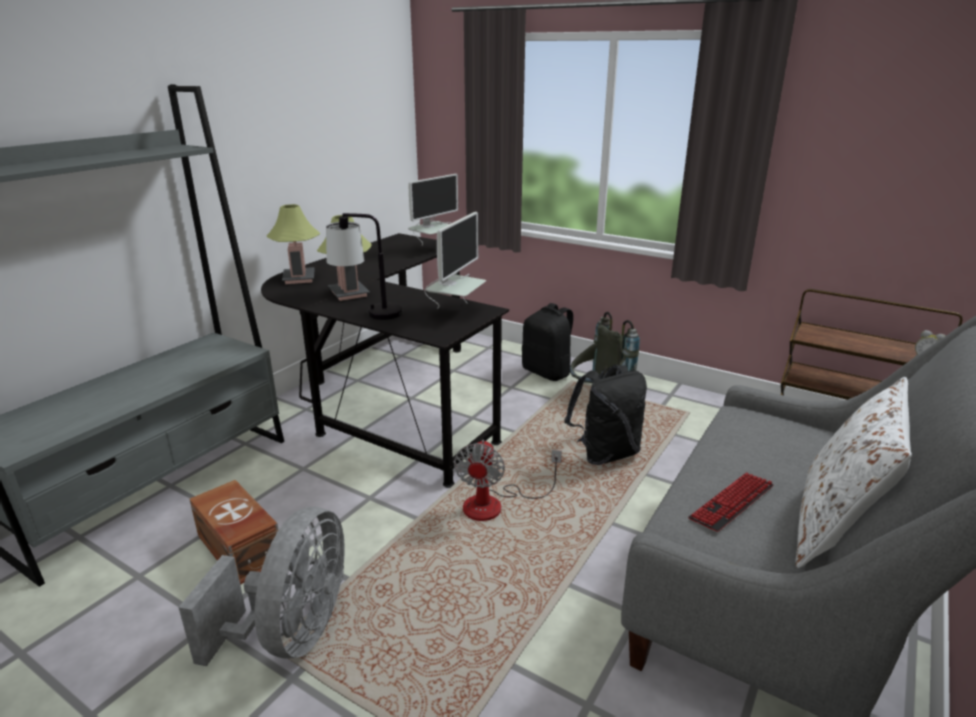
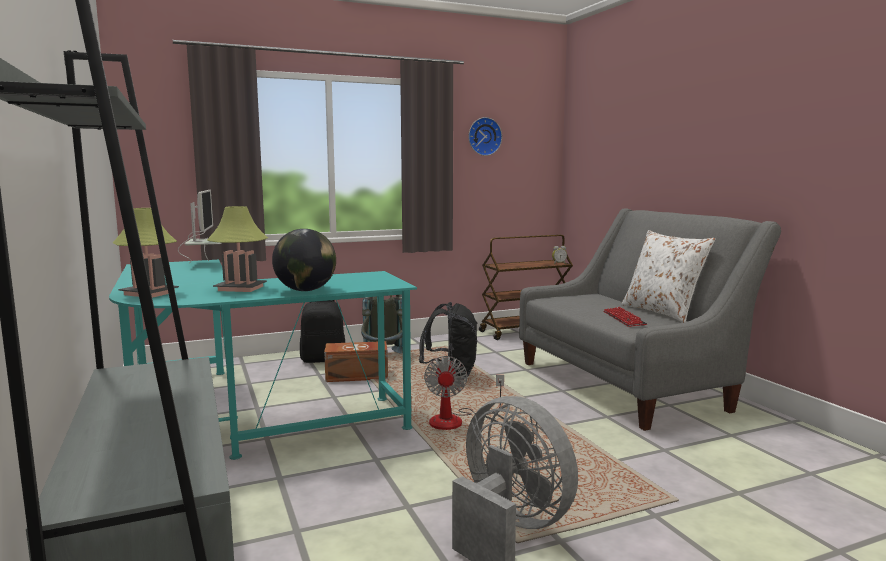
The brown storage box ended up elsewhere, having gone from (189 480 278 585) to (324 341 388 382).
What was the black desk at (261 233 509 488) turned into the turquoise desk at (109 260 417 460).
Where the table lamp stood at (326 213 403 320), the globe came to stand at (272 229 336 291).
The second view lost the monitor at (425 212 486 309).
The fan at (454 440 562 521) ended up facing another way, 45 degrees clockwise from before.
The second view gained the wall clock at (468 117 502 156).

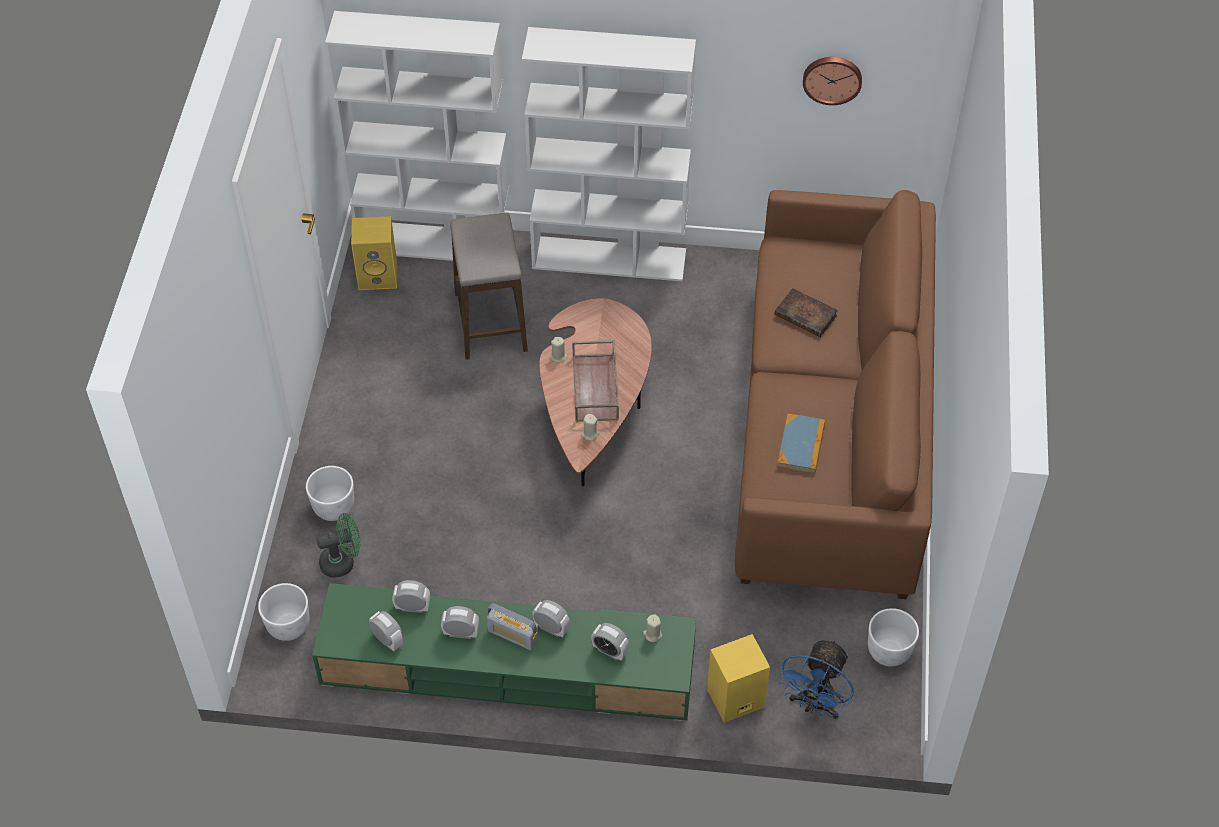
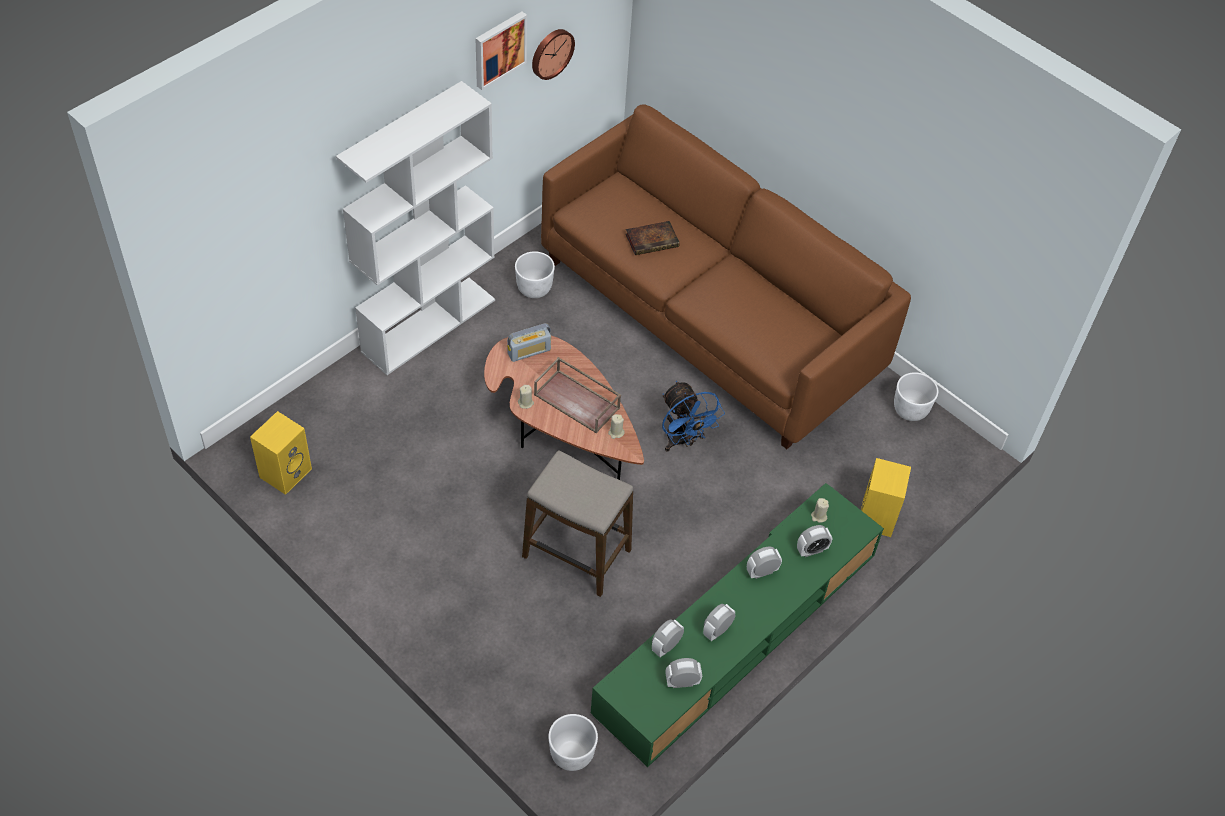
The white planter ended up elsewhere, having gone from (306 466 354 521) to (515 251 555 298).
The second view lost the green fan at (316 513 361 578).
The second view lost the white bookcase at (325 11 509 261).
The stool ended up elsewhere, having gone from (450 213 528 360) to (522 450 633 597).
The radio ended up elsewhere, having gone from (487 603 539 651) to (507 323 551 362).
The second view lost the book at (777 414 825 474).
The blue fan ended up elsewhere, having gone from (777 639 854 719) to (662 381 725 452).
The second view gained the picture at (476 11 527 90).

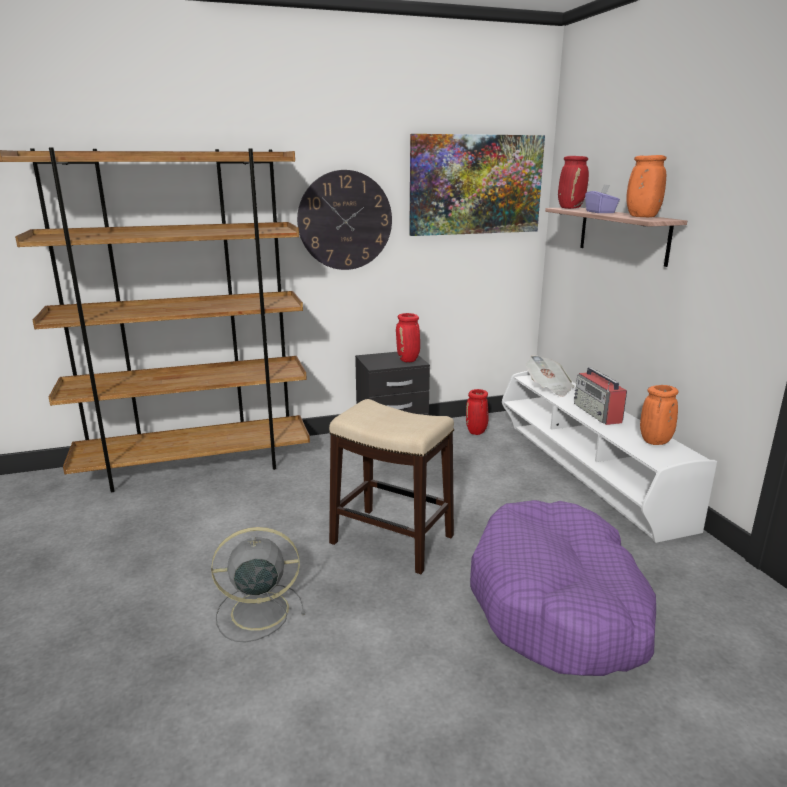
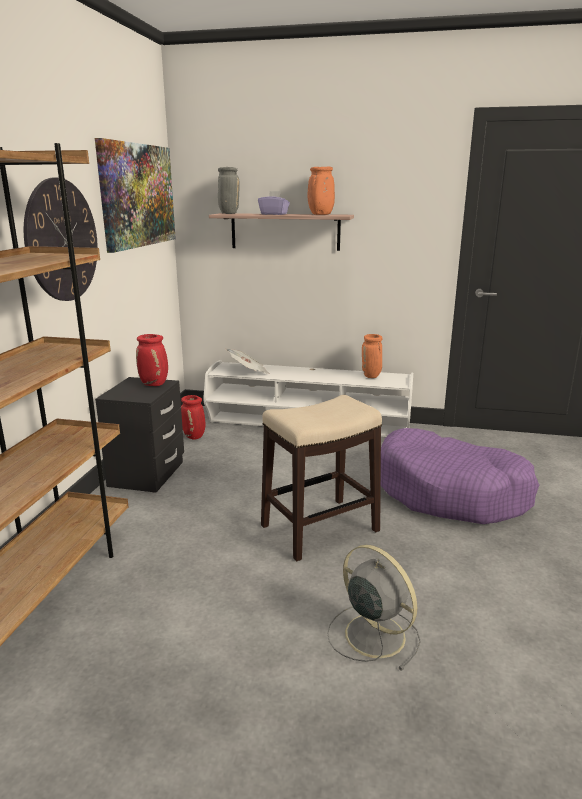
The grey fan at (211 527 305 643) ended up facing another way, 120 degrees clockwise from before.
What was the red vase at (558 156 589 209) turned into the grey vase at (218 167 240 214).
The second view lost the radio at (574 367 627 425).

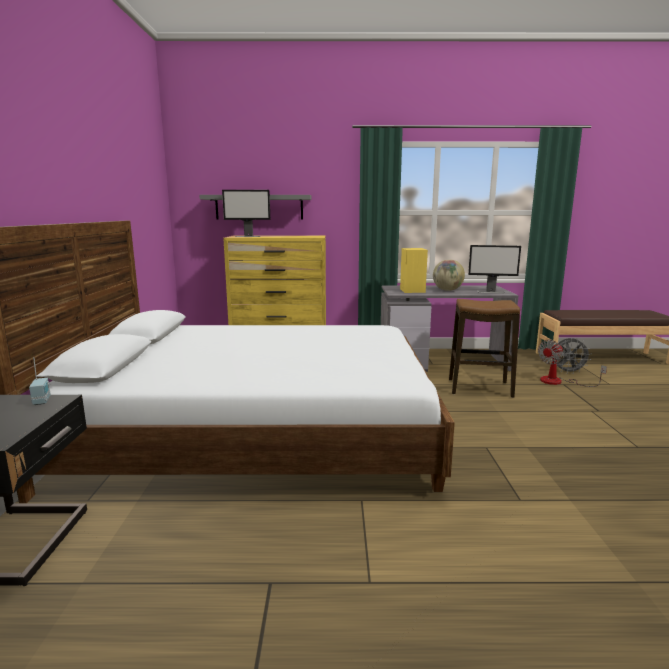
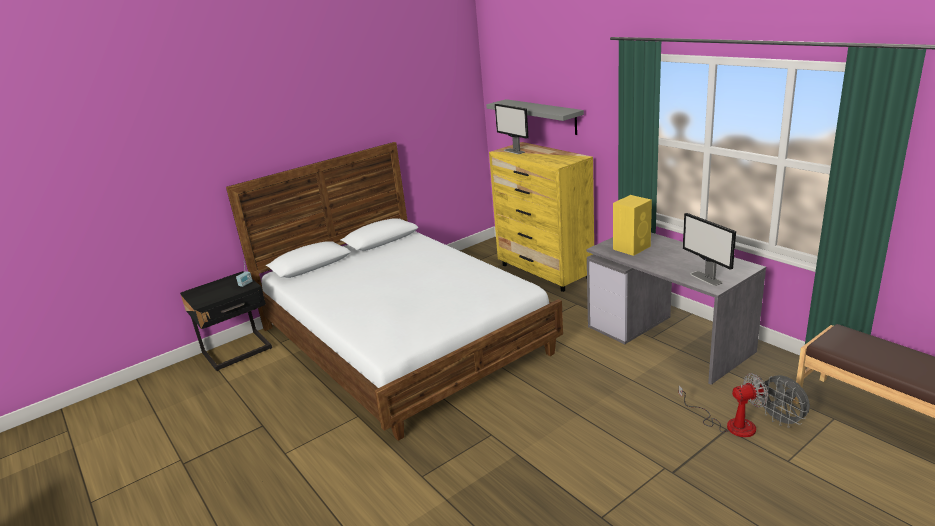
The second view lost the globe at (433 259 465 291).
The second view lost the stool at (449 299 520 398).
The fan at (538 340 607 387) ended up facing another way, 150 degrees clockwise from before.

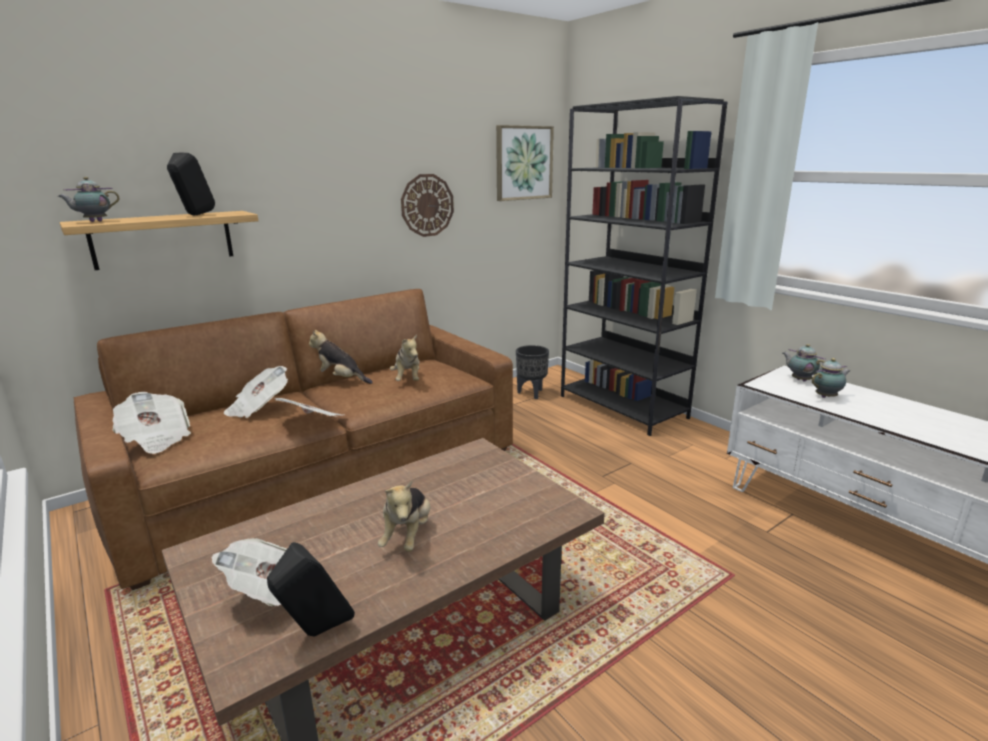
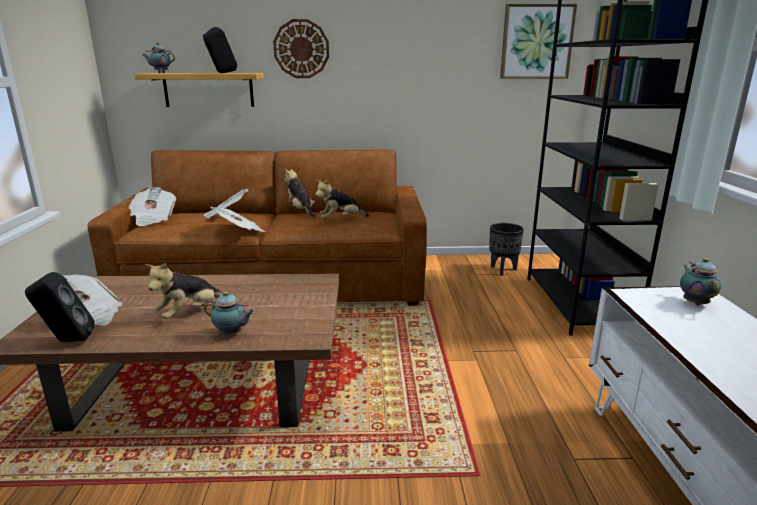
The plush toy at (390 334 420 381) ended up facing another way, 45 degrees clockwise from before.
The wall clock ended up elsewhere, having gone from (401 174 454 237) to (273 19 329 78).
The teapot ended up elsewhere, having gone from (812 358 850 398) to (204 291 255 335).

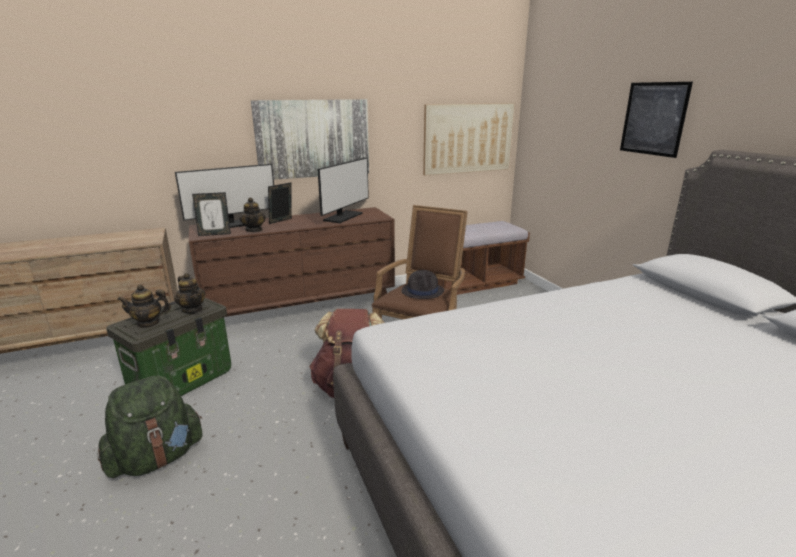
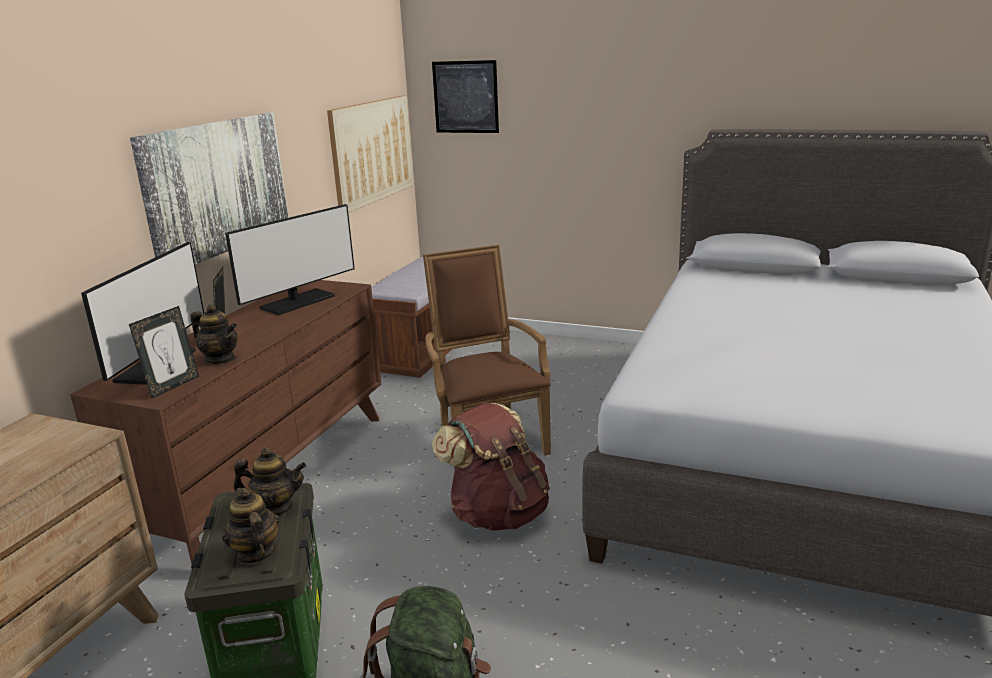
The teapot at (117 285 171 328) ended up facing another way, 120 degrees clockwise from before.
The monitor at (317 157 369 223) ended up facing another way, 60 degrees clockwise from before.
The second view lost the black hat at (401 270 444 299).
The picture ended up elsewhere, having gone from (620 82 693 158) to (432 60 499 133).

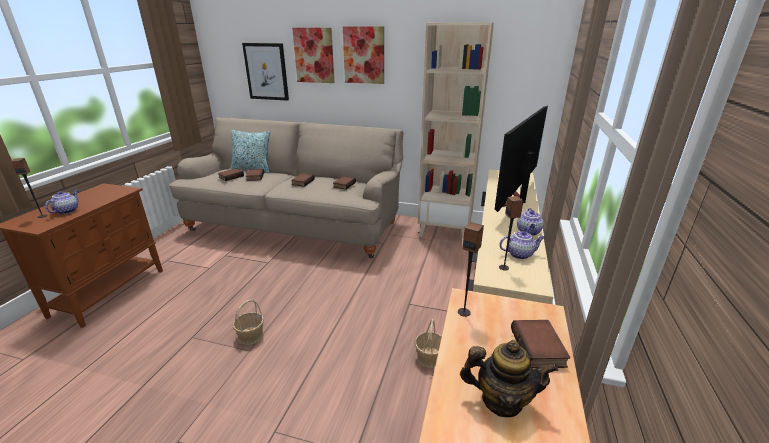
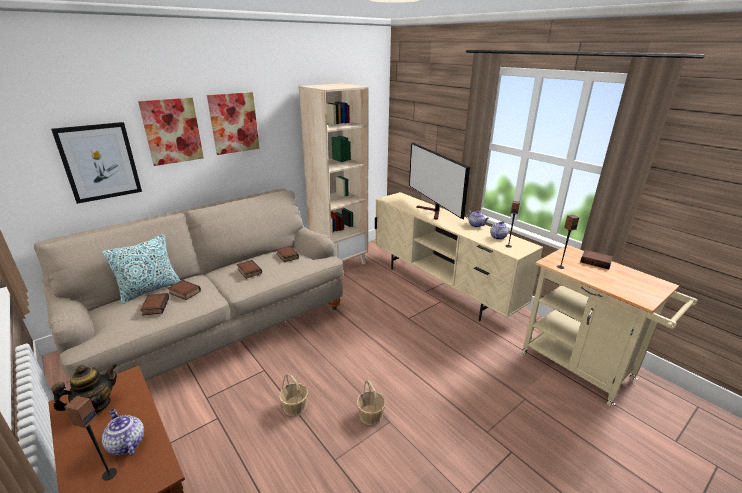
The basket ended up elsewhere, having gone from (415 319 442 368) to (279 373 308 416).
The teapot ended up elsewhere, having gone from (460 340 558 417) to (52 363 118 414).

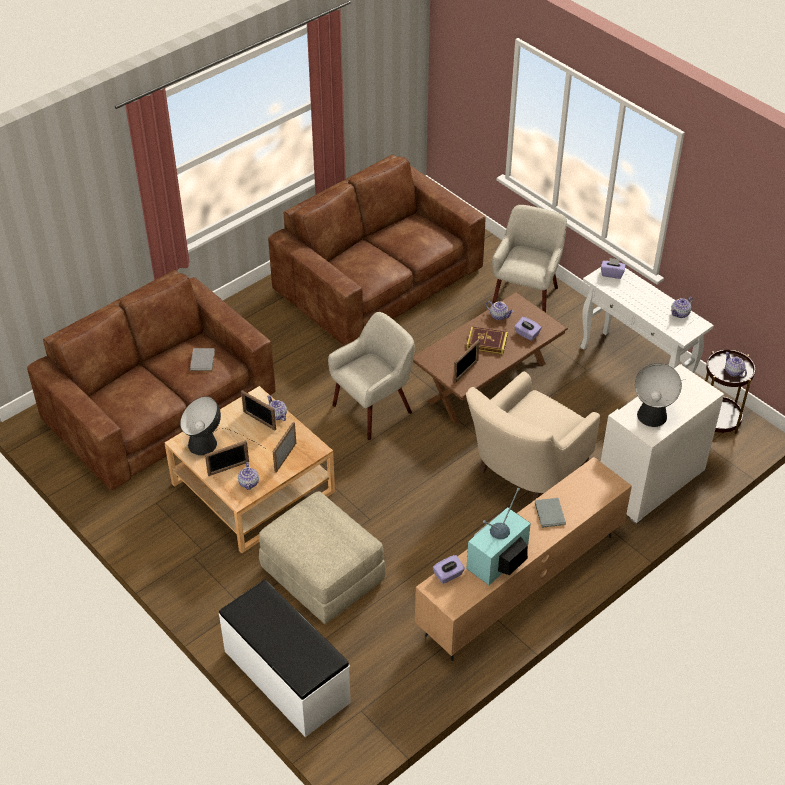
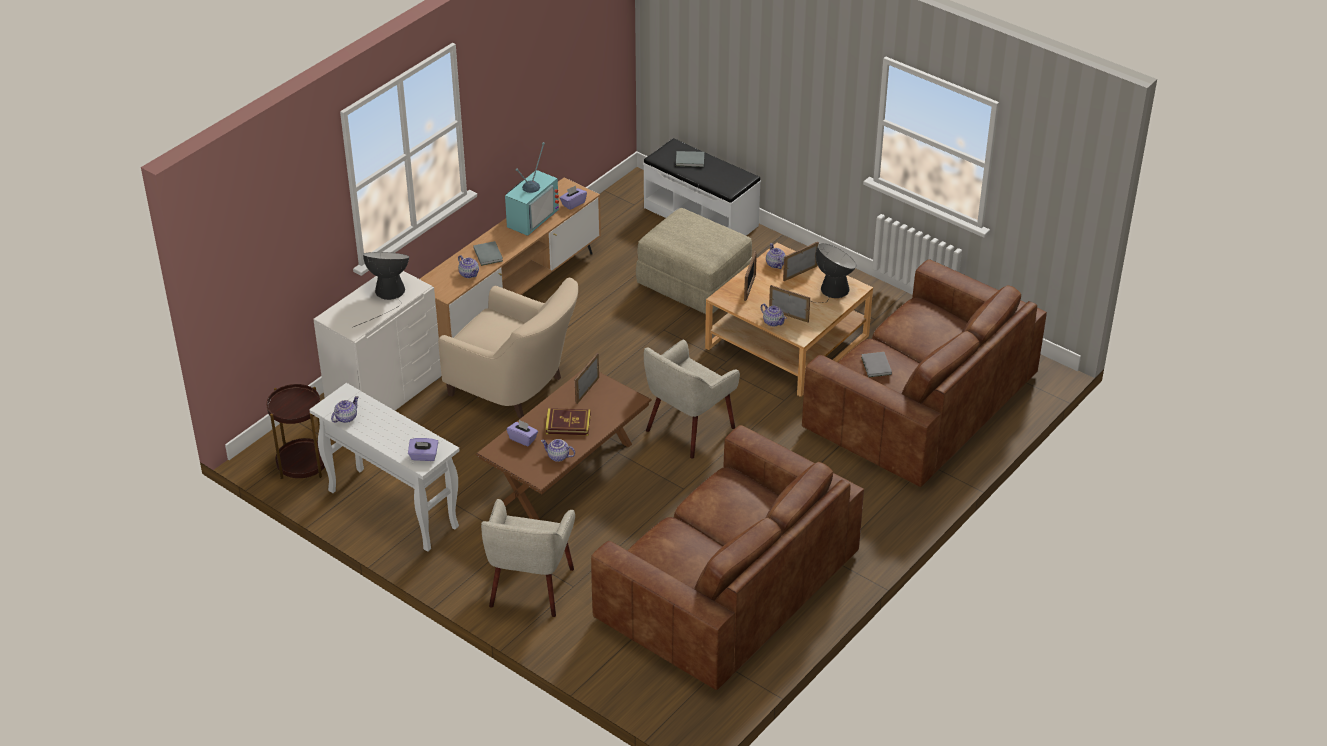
The beige armchair at (466 371 600 502) ended up facing another way, 90 degrees clockwise from before.
The teapot ended up elsewhere, having gone from (725 352 747 378) to (458 255 479 278).
The second view gained the grey book at (676 151 704 167).

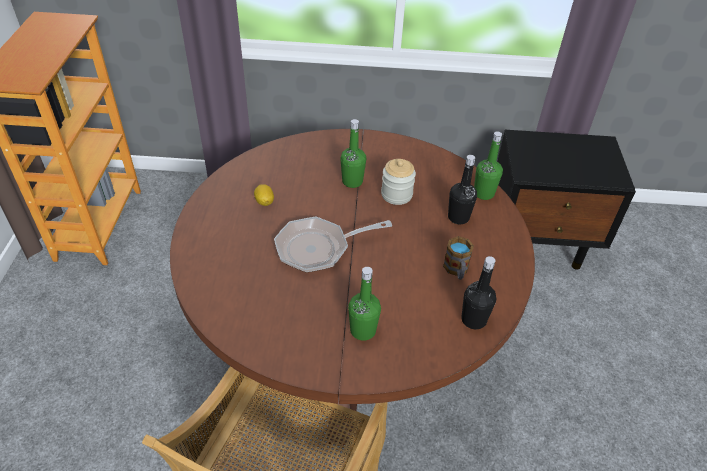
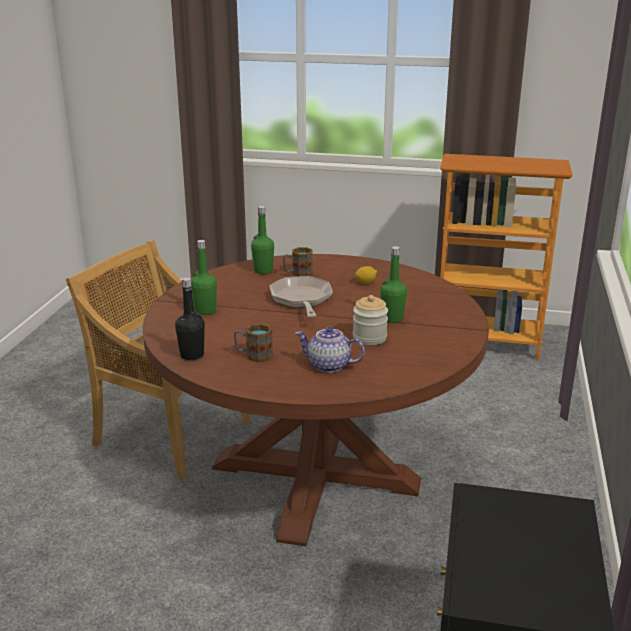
Where the black bottle stood at (448 155 477 225), the teapot came to stand at (295 327 365 373).
The green bottle ended up elsewhere, having gone from (474 131 503 200) to (251 206 274 274).
The second view gained the mug at (283 247 313 277).

